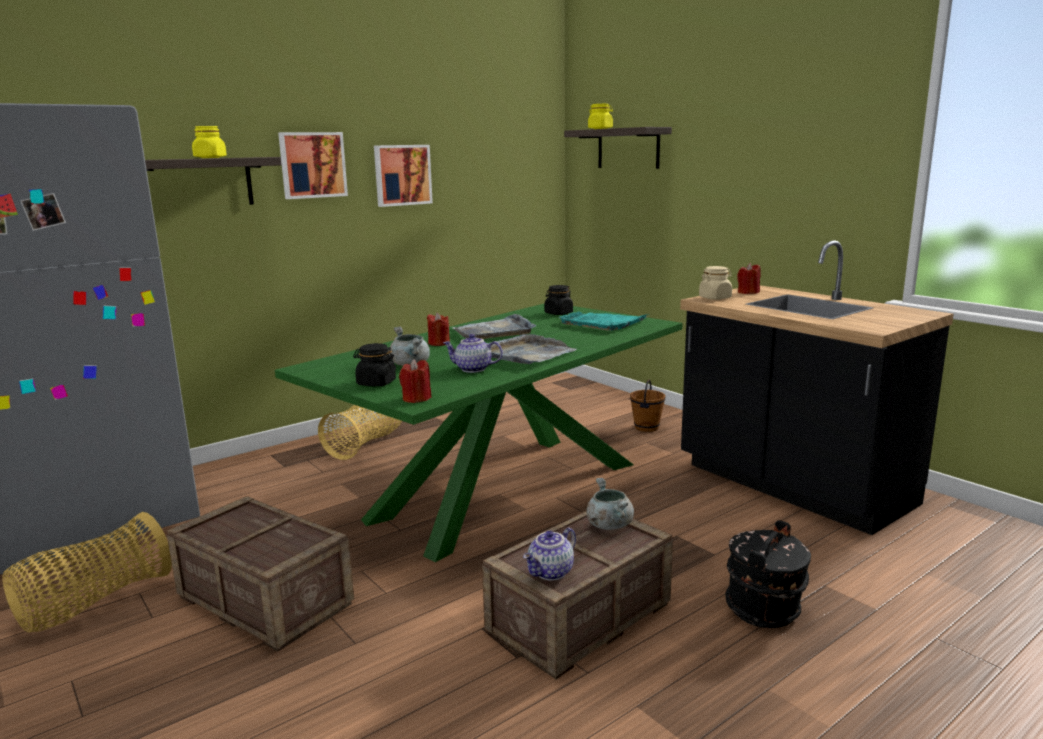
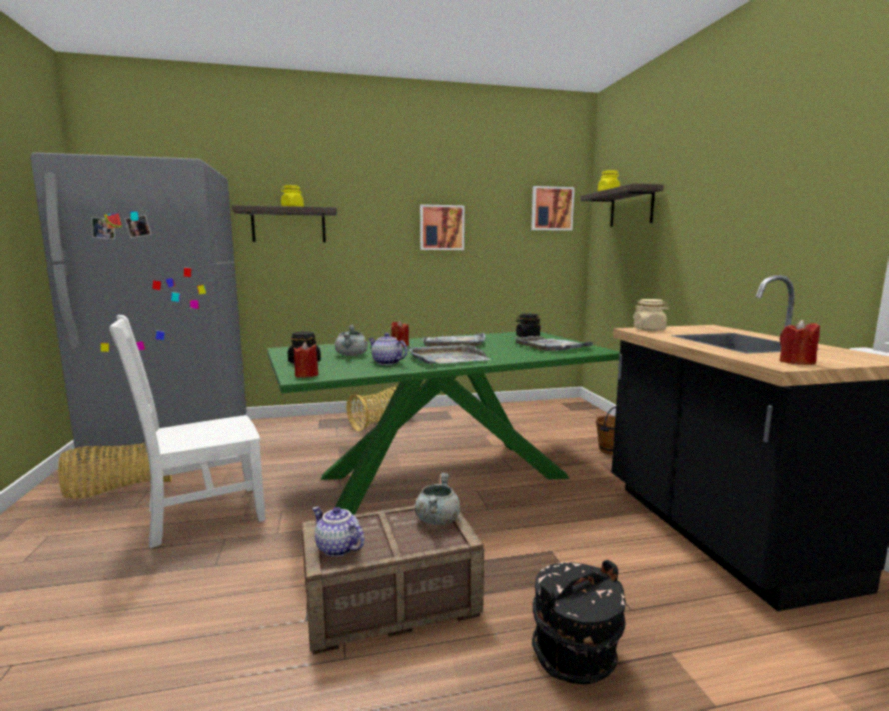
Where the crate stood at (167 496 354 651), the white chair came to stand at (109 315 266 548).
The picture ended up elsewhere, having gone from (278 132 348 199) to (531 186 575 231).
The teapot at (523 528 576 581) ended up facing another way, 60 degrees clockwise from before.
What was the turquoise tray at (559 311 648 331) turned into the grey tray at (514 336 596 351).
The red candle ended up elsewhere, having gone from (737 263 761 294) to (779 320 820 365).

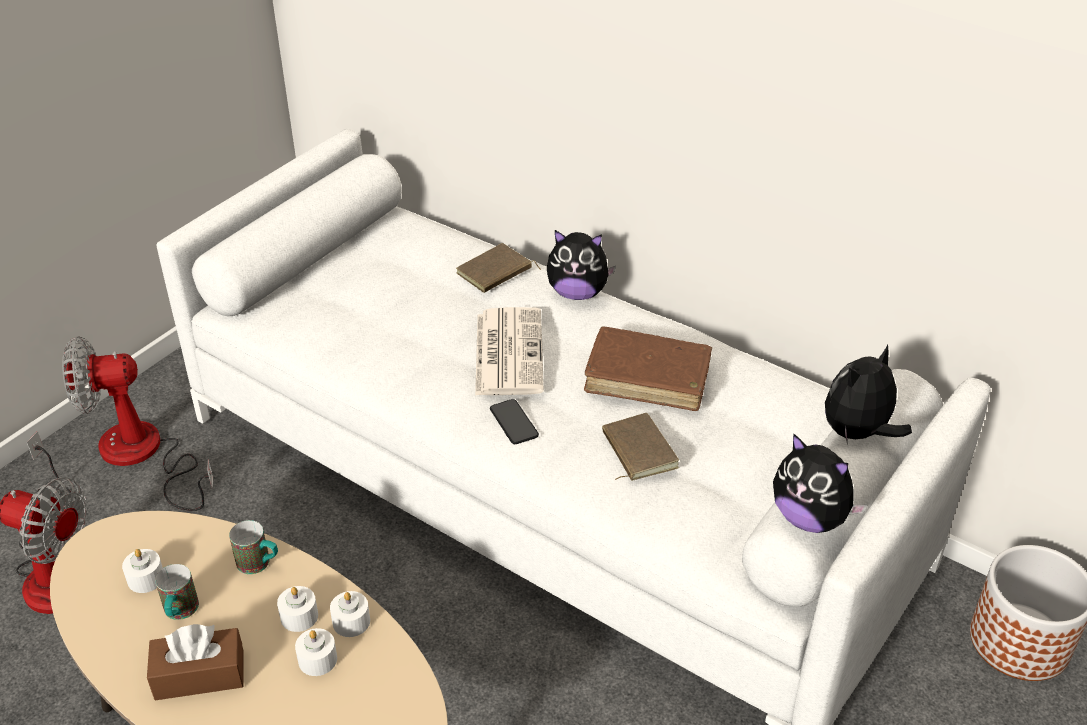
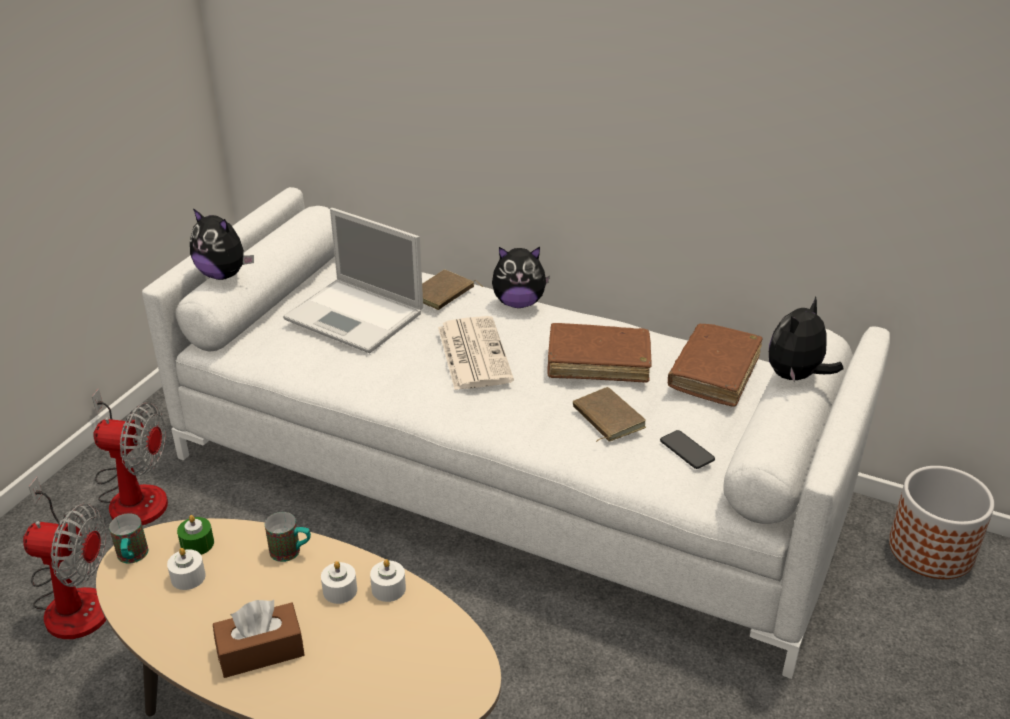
The fan at (62 336 213 511) ended up facing another way, 150 degrees counterclockwise from before.
The mug ended up elsewhere, having gone from (155 564 199 620) to (109 513 148 564).
The second view lost the white candle at (295 628 337 676).
The phone ended up elsewhere, having gone from (490 399 539 444) to (660 430 715 469).
The plush toy ended up elsewhere, having gone from (773 433 868 533) to (190 208 254 280).
The second view gained the green candle at (177 515 214 555).
The second view gained the laptop at (283 208 423 353).
The second view gained the brown book at (668 324 763 407).

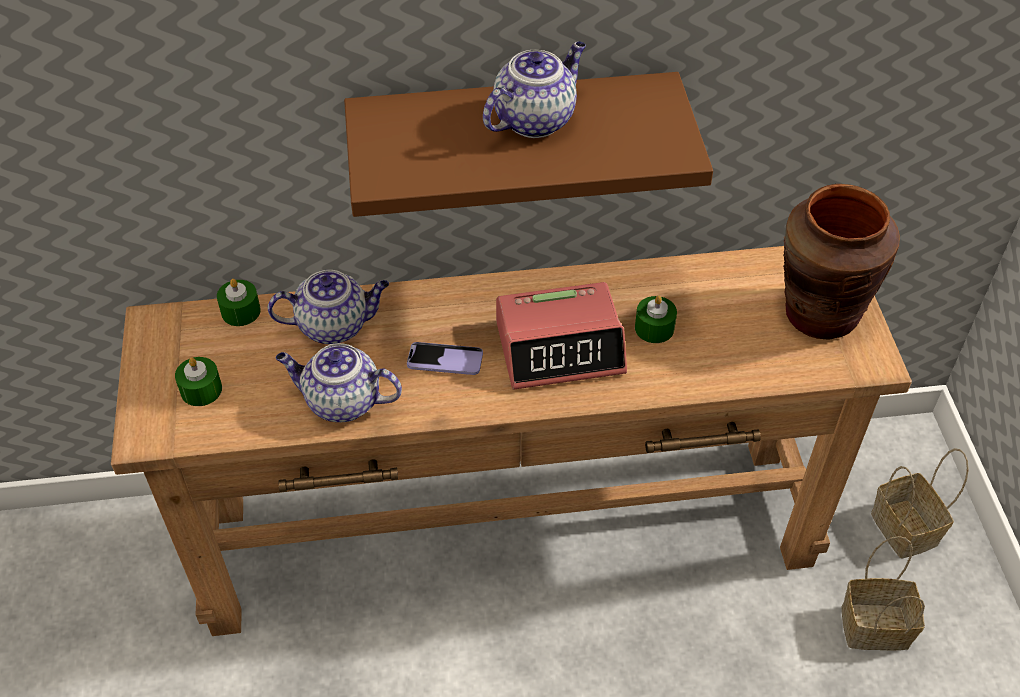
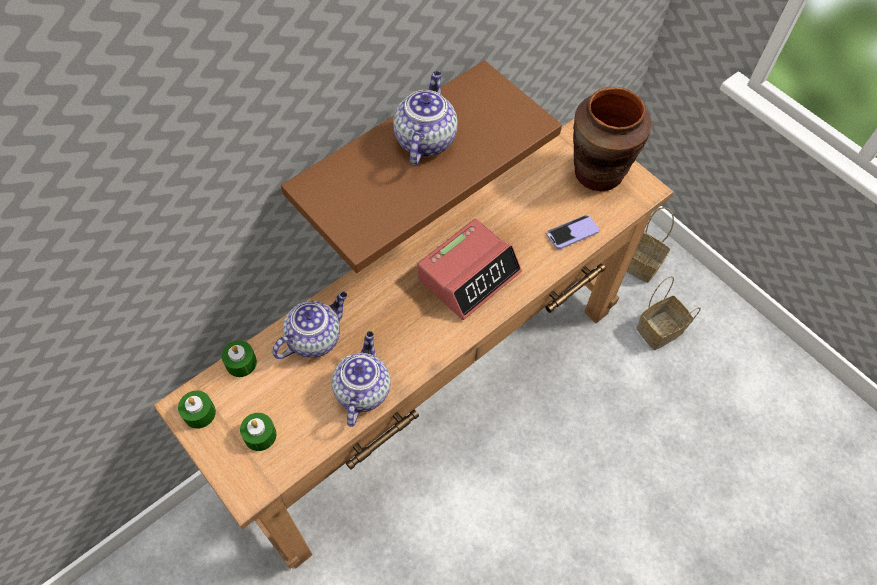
The teapot at (276 343 402 422) ended up facing another way, 120 degrees clockwise from before.
The phone ended up elsewhere, having gone from (407 342 483 375) to (546 215 599 249).
The green candle ended up elsewhere, having gone from (635 295 677 343) to (178 391 216 429).

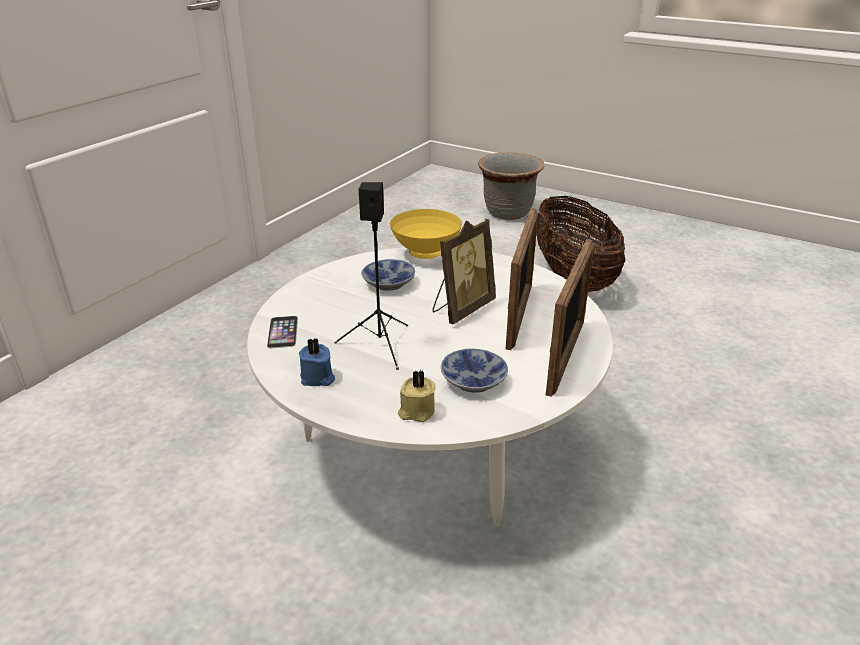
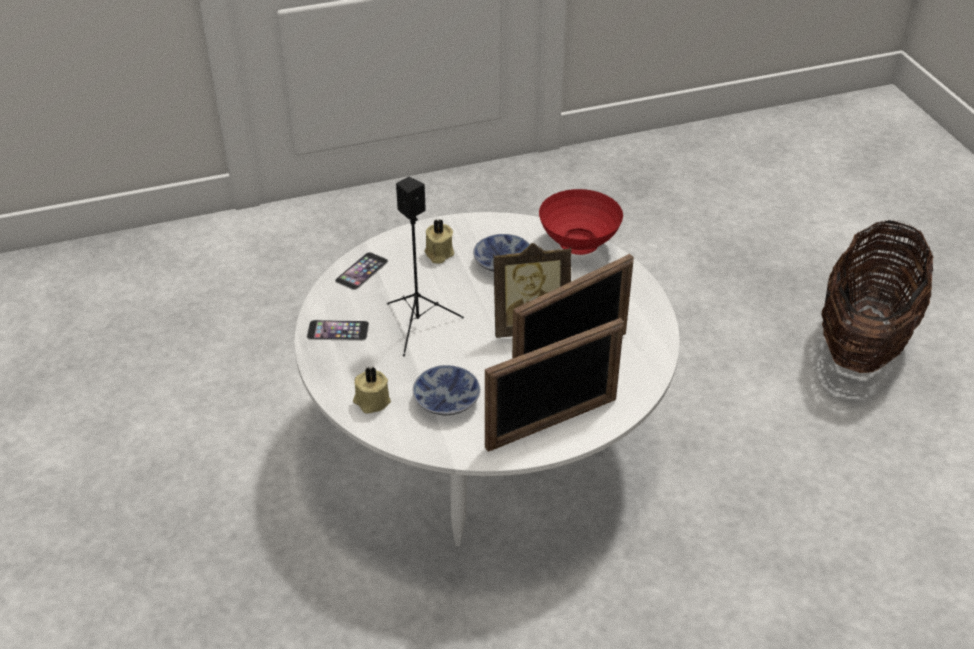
Where the blue candle stood at (299 338 335 386), the phone came to stand at (307 320 369 341).
What was the yellow bowl at (390 209 462 259) turned into the red bowl at (539 189 623 255).
The second view lost the grey planter at (478 152 545 220).
The second view gained the beige candle at (424 220 454 263).

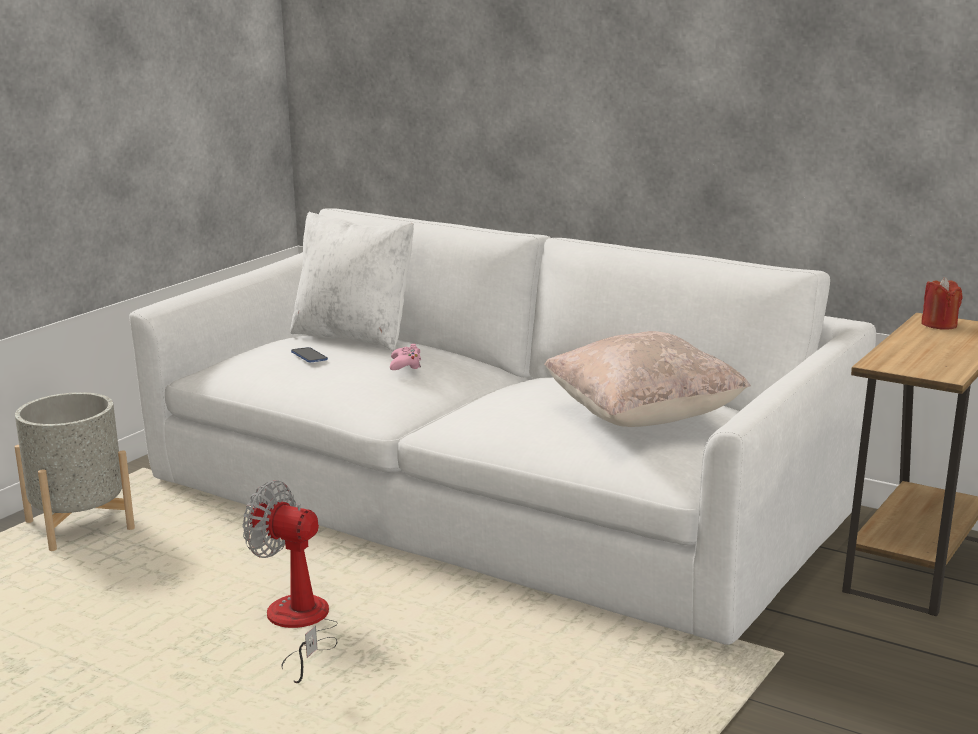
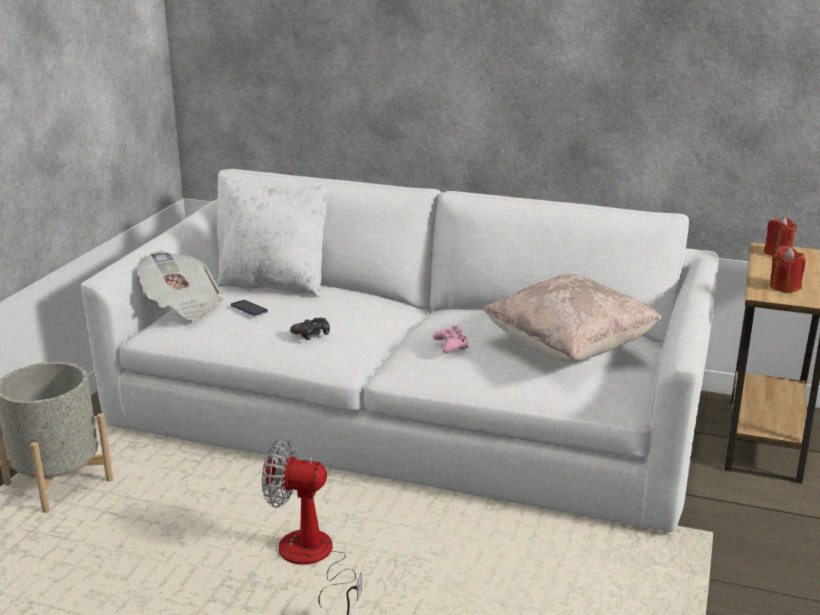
The pink game controller ended up elsewhere, having gone from (390 344 421 370) to (433 325 468 353).
The second view gained the newspaper at (137 251 223 321).
The second view gained the black game controller at (290 318 330 340).
The second view gained the red candle at (770 246 806 292).

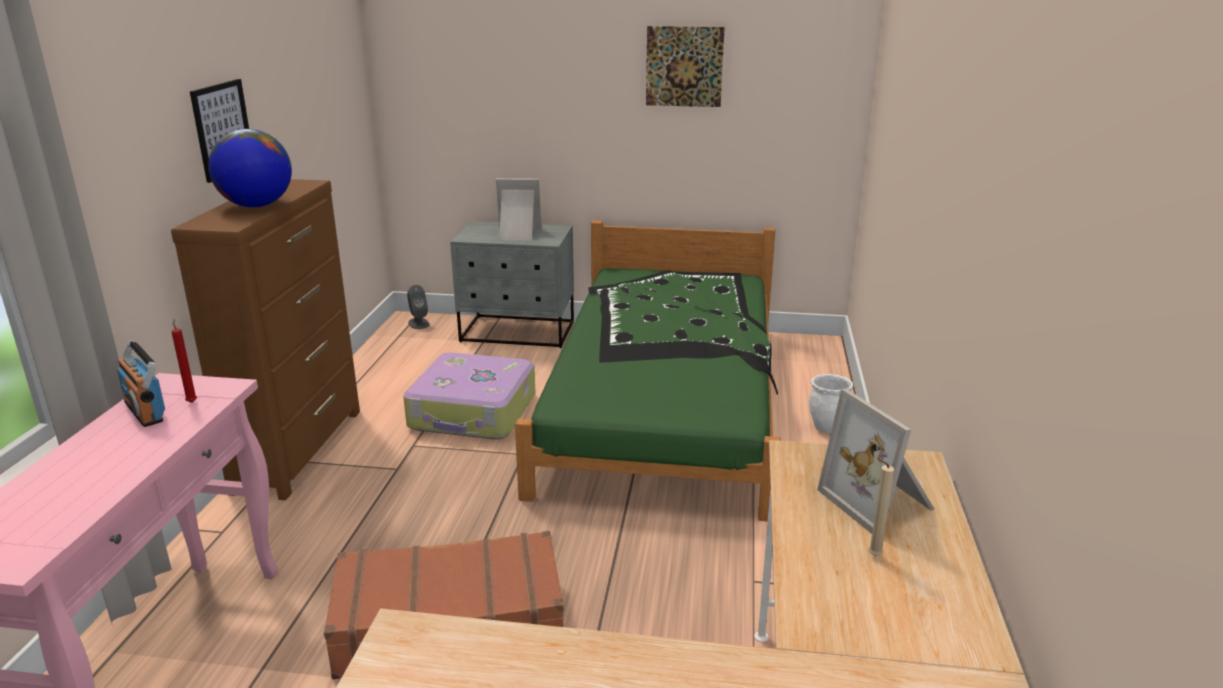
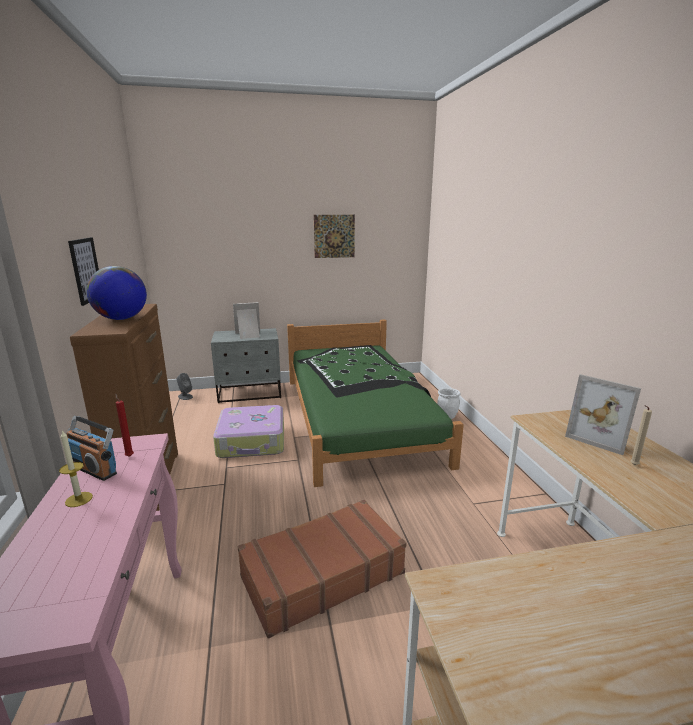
The second view gained the candle at (59 430 93 507).

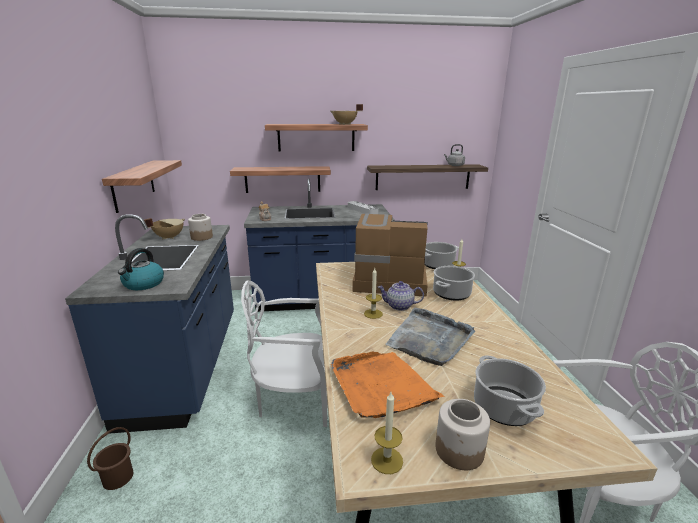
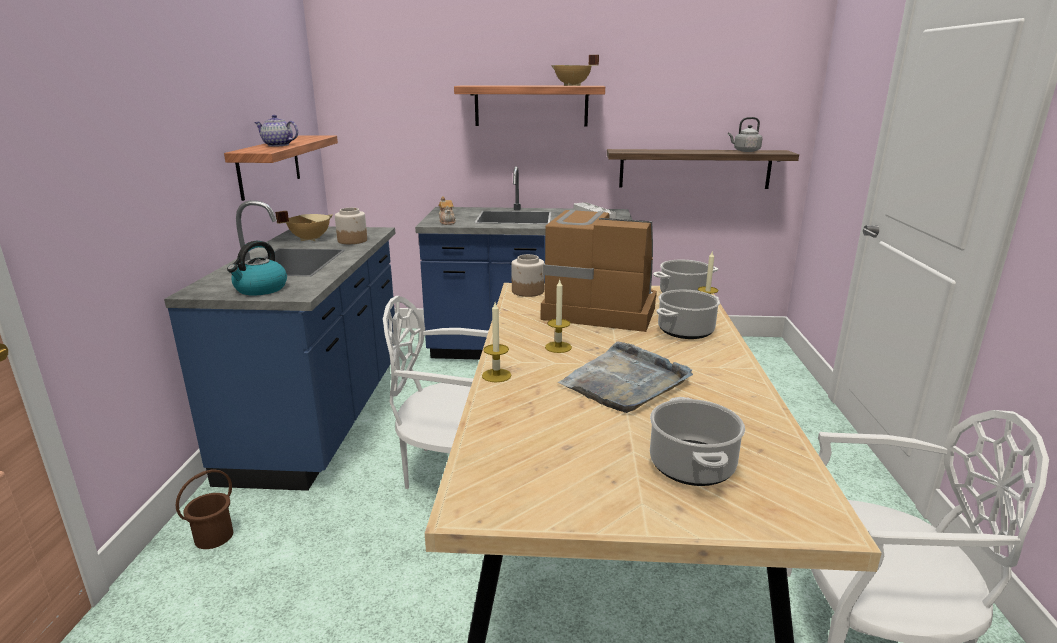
The second view lost the shelf at (230 166 331 193).
The second view lost the orange tray at (331 352 444 418).
The candle ended up elsewhere, having gone from (371 392 403 474) to (482 302 512 383).
The teapot ended up elsewhere, having gone from (378 281 424 311) to (254 115 298 147).
The jar ended up elsewhere, having gone from (436 399 490 470) to (511 254 545 297).

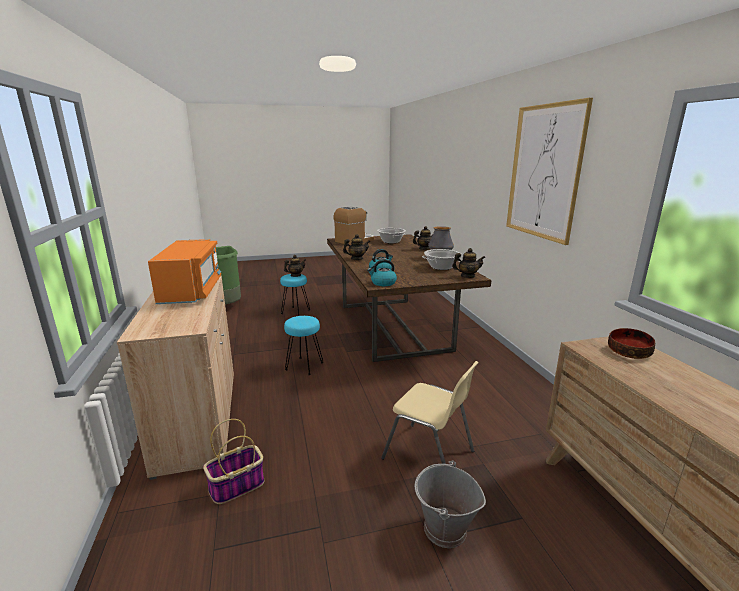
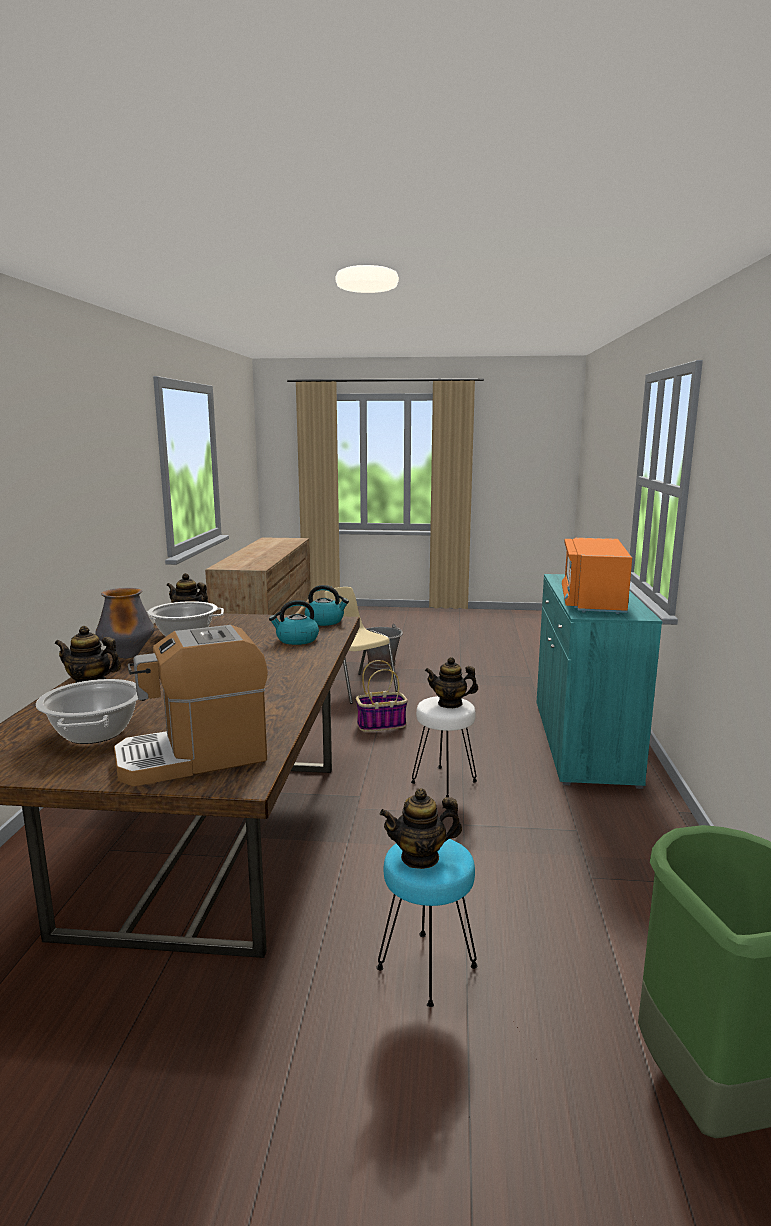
What was the beige cabinet at (117 275 234 480) turned into the turquoise cabinet at (536 574 662 789).
The basket ended up elsewhere, having gone from (203 419 264 504) to (356 660 408 732).
What was the turquoise stool at (284 316 324 375) turned into the white stool at (411 696 477 797).
The teapot ended up elsewhere, having gone from (343 234 370 260) to (425 657 478 708).
The second view lost the picture at (506 98 593 245).
The second view lost the bowl at (608 328 655 359).

